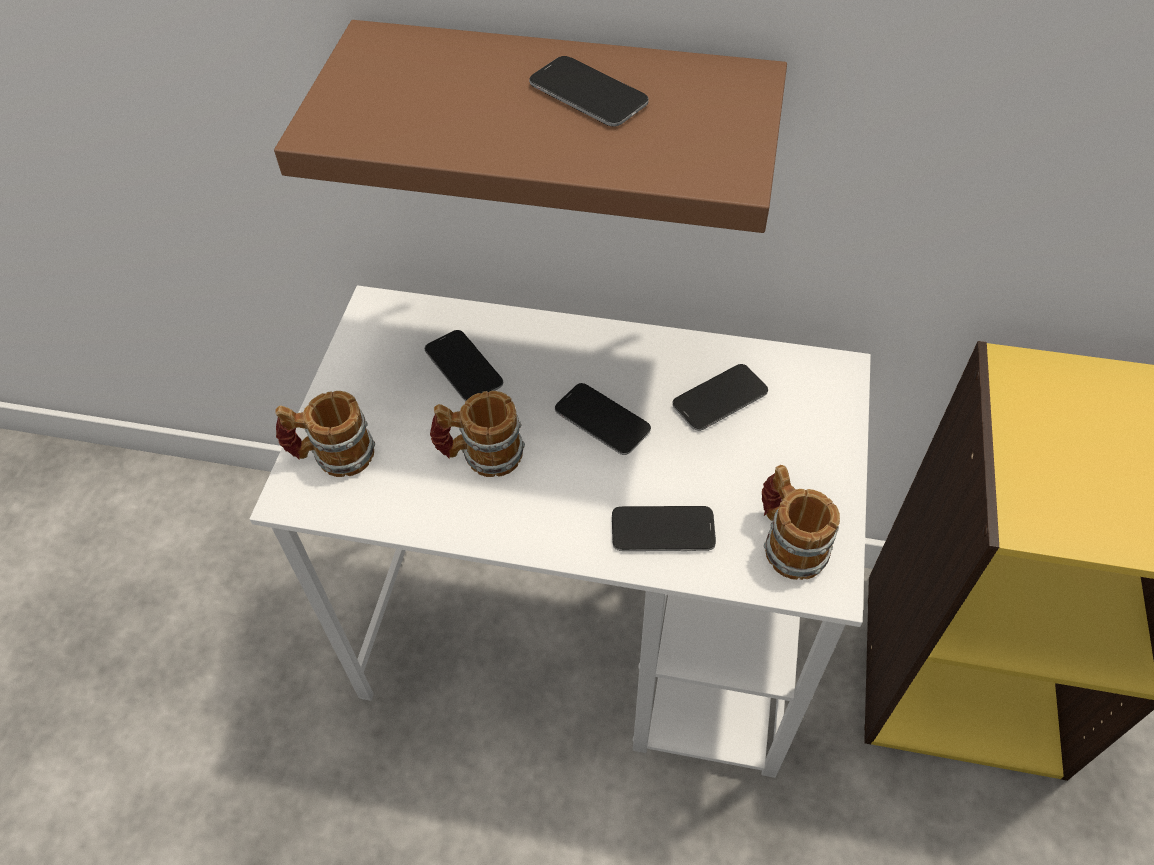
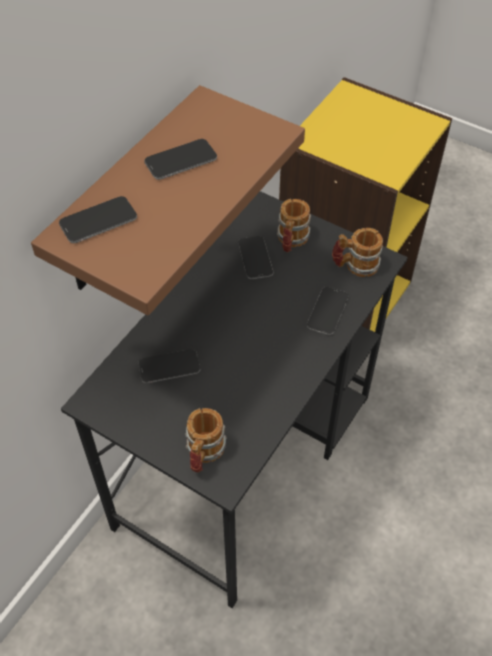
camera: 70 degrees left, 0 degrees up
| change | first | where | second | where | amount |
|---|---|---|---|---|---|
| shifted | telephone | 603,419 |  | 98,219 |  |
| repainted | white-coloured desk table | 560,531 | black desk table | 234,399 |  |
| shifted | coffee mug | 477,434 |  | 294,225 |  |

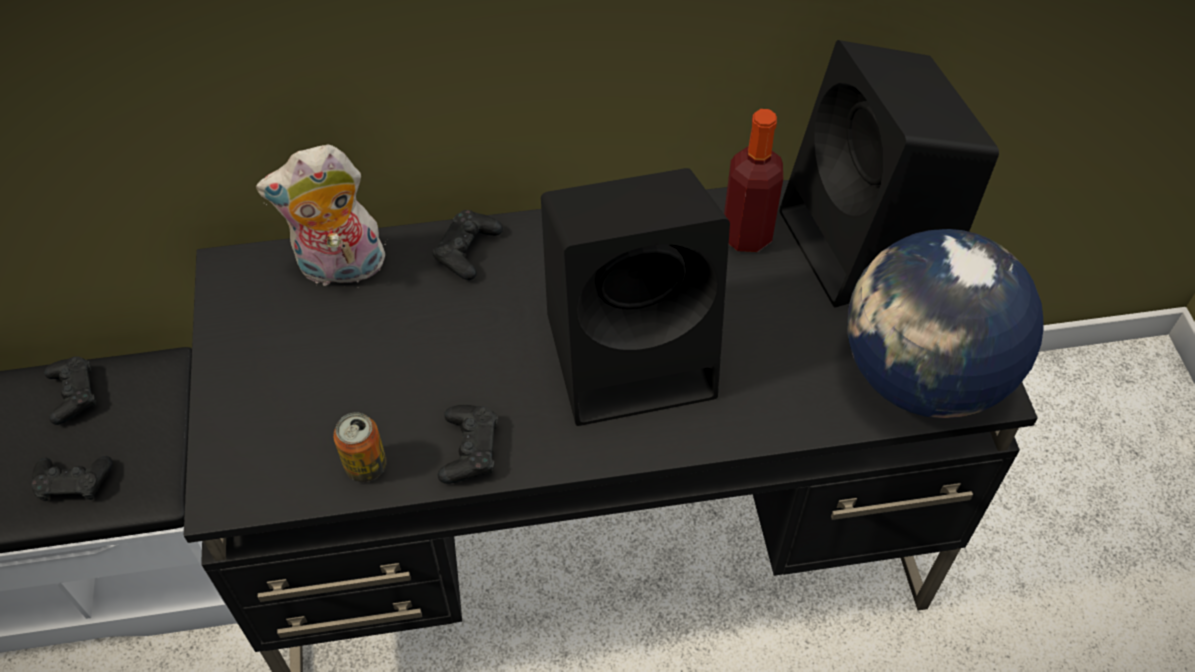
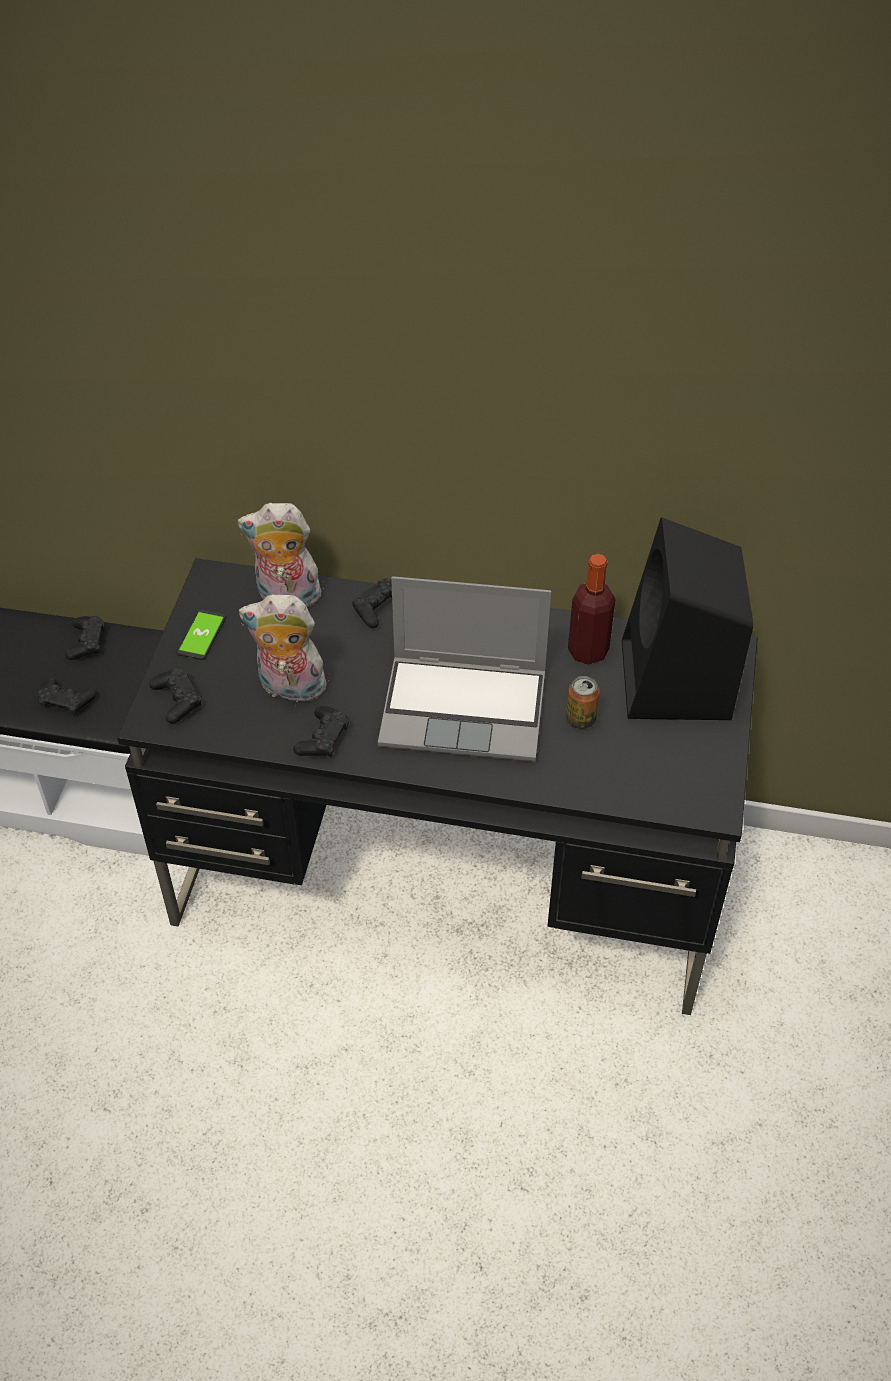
camera: 20 degrees right, 5 degrees down
| change | first | where | second | where | amount |
|---|---|---|---|---|---|
| new |  |  | black gamepad | 175,696 |  |
| new |  |  | telephone | 201,635 |  |
| new |  |  | plush toy | 286,648 |  |
| swapped | black speaker | 635,297 | laptop | 464,669 |  |
| shifted | sealed can | 360,447 |  | 583,702 |  |
| gone | globe | 945,323 |  |  |  |

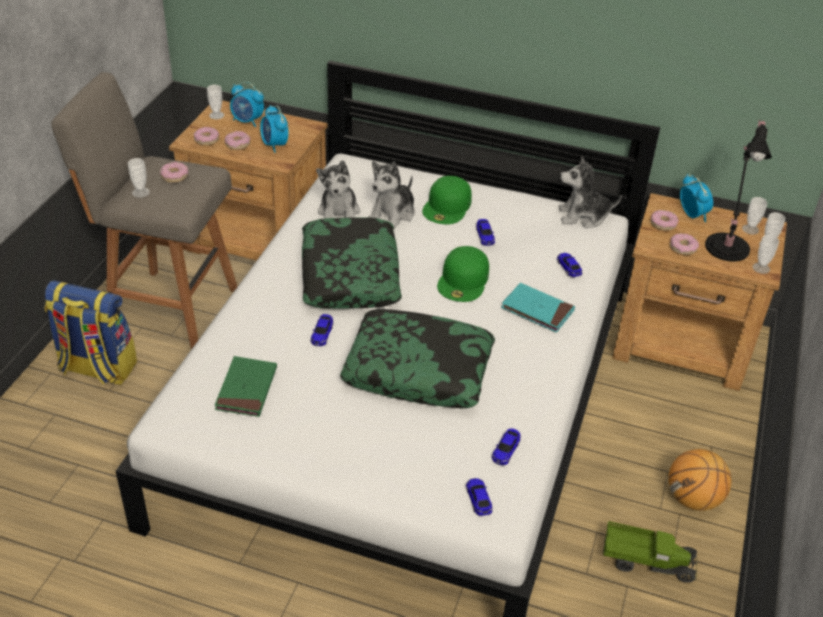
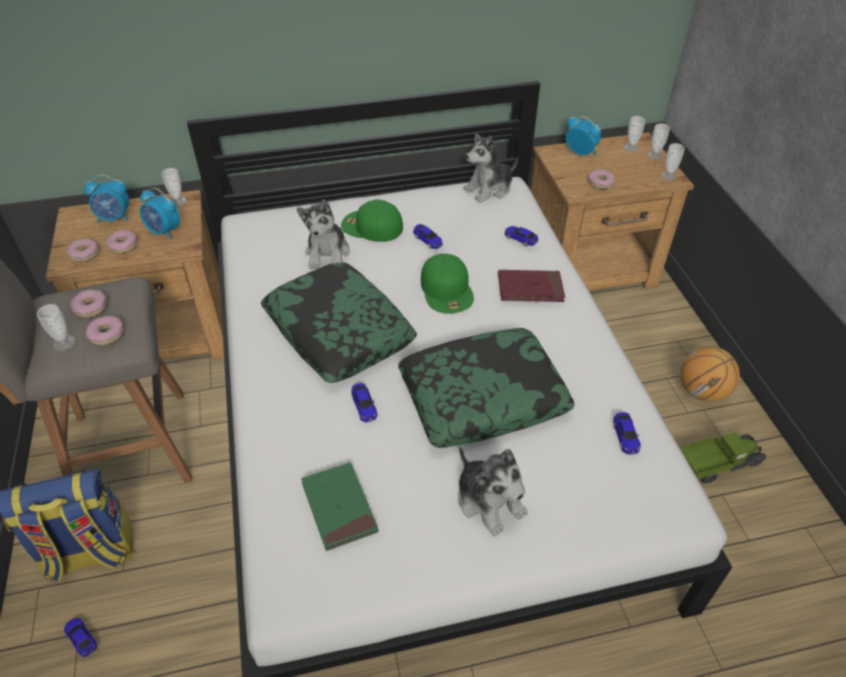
camera: 30 degrees left, 5 degrees up
| change | first | where | second | where | amount |
|---|---|---|---|---|---|
| shifted | miniature car | 479,497 |  | 80,637 |  |
| shifted | ring doughnut | 665,220 |  | 105,330 |  |
| shifted | small cup | 215,102 |  | 173,187 |  |
| rotated | greenish cap | 447,200 |  | 372,220 | 120 degrees clockwise |
| shifted | plush toy | 338,189 |  | 493,491 |  |
| repainted | blue-green book | 538,308 | reddish book | 531,286 |  |
| gone | black table lamp | 738,191 |  |  |  |

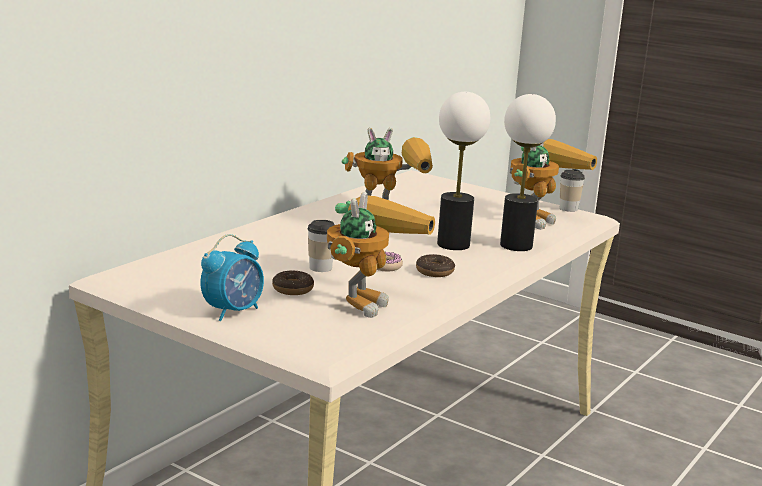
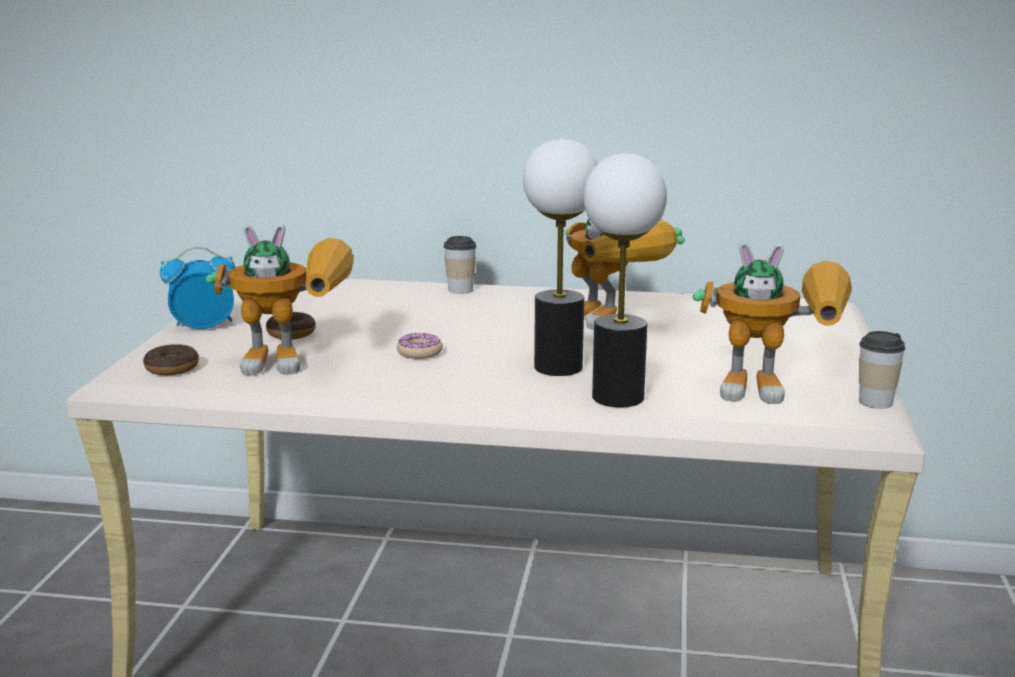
camera: 65 degrees right, 0 degrees up
| change | first | where | second | where | amount |
|---|---|---|---|---|---|
| shifted | ring doughnut | 435,265 |  | 171,359 |  |
| rotated | table clock | 232,277 |  | 198,287 | 150 degrees clockwise |
| shifted | small cup | 321,246 |  | 460,265 |  |

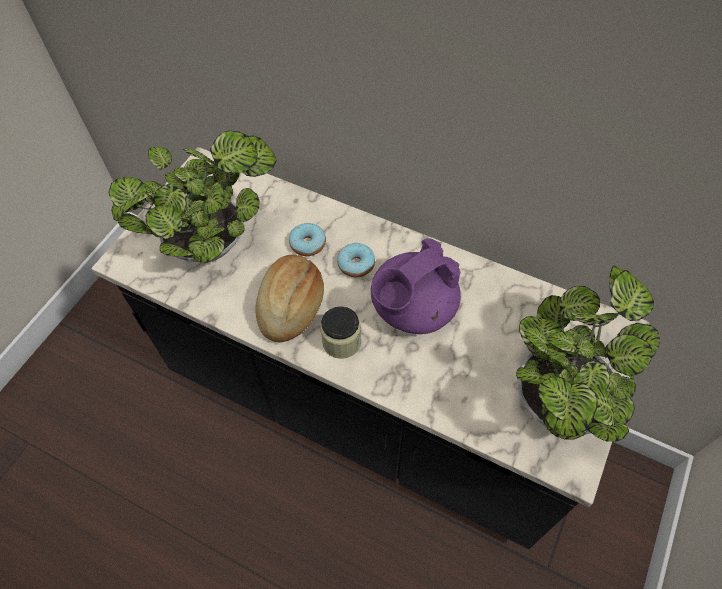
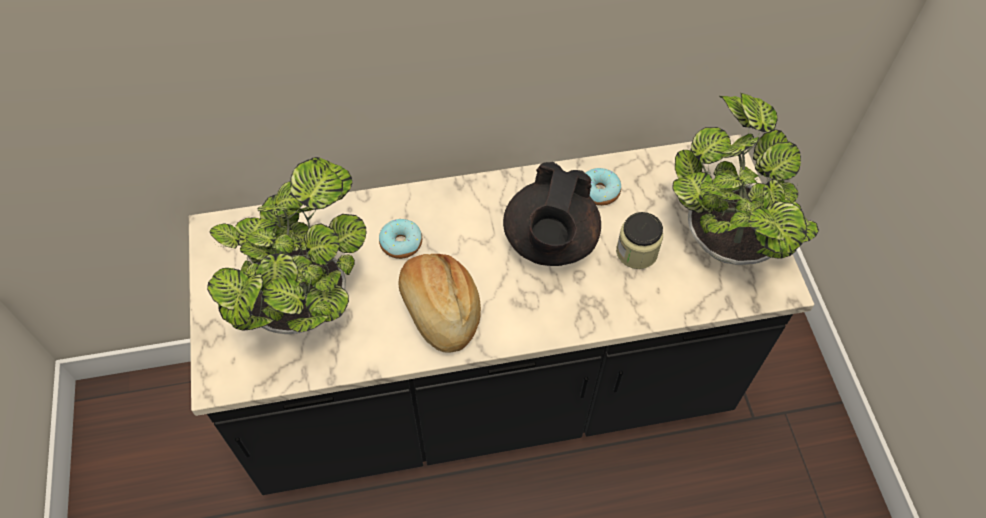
camera: 40 degrees left, 0 degrees up
| change | first | where | second | where | amount |
|---|---|---|---|---|---|
| repainted | purple-coloured pot for tea | 416,286 | black pot for tea | 552,214 |  |
| shifted | ring doughnut | 356,260 |  | 603,187 |  |
| shifted | preserve jar | 340,332 |  | 639,240 |  |

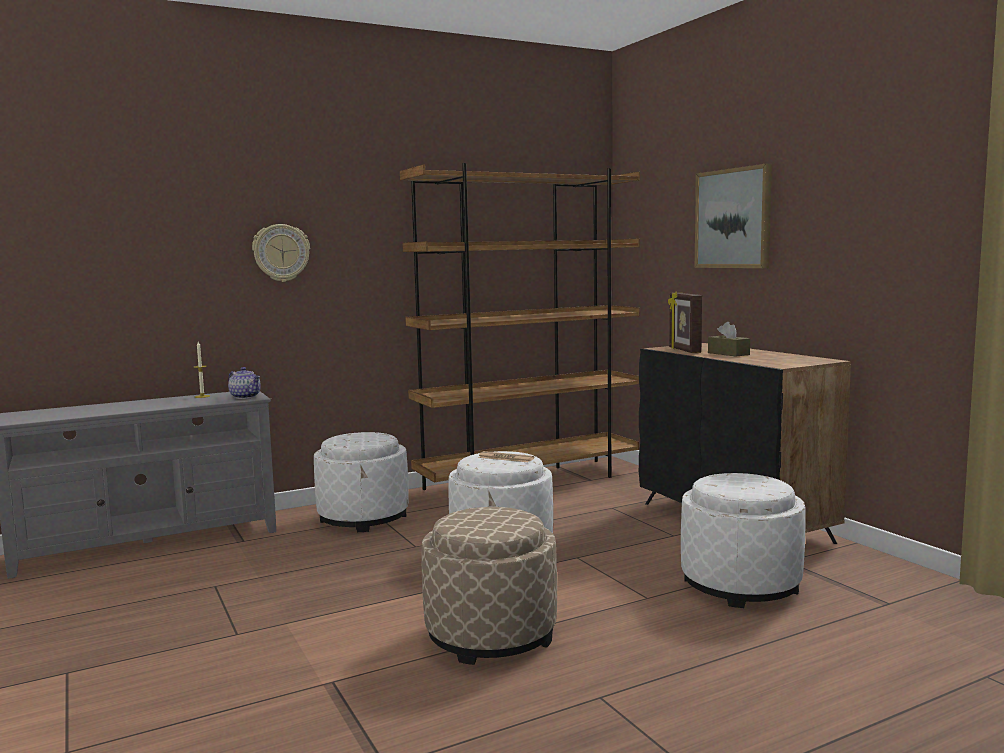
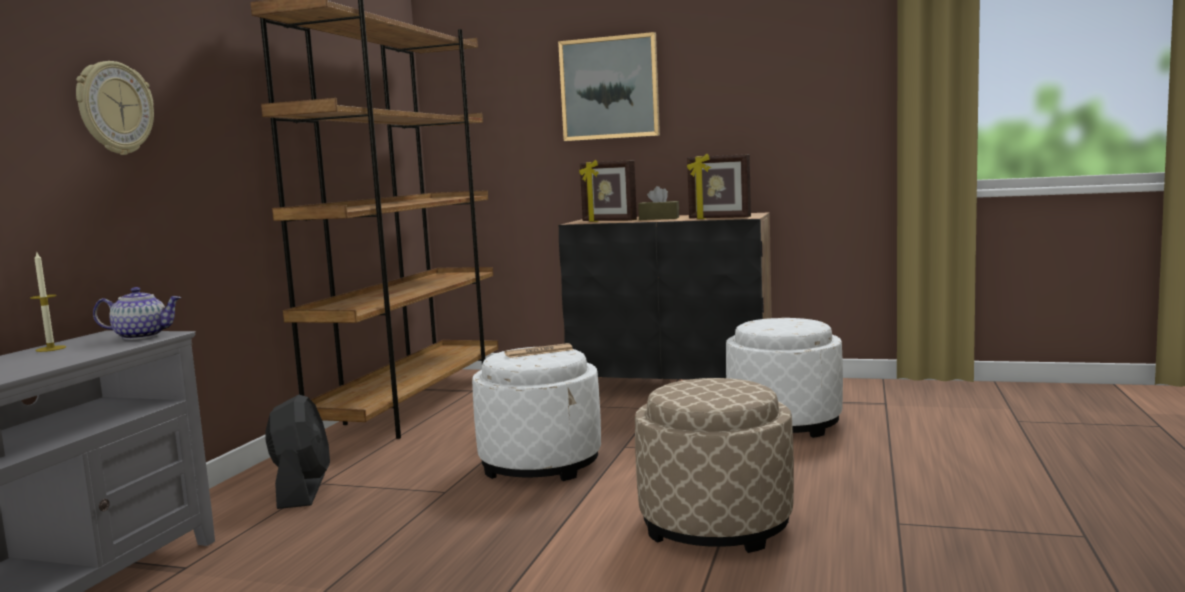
camera: 45 degrees left, 0 degrees up
| change | first | where | second | where | amount |
|---|---|---|---|---|---|
| swapped | white-coloured pouffe | 361,482 | black electric fan | 297,451 |  |
| new |  |  | photo frame | 719,186 |  |

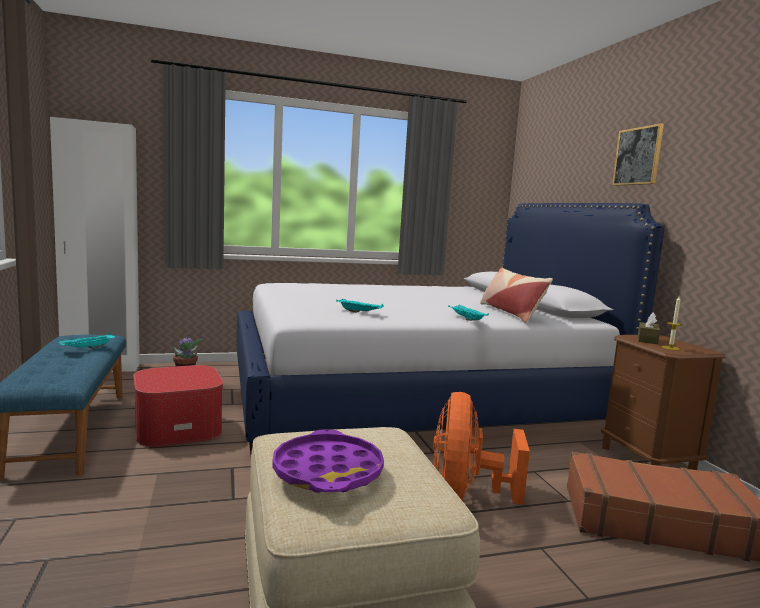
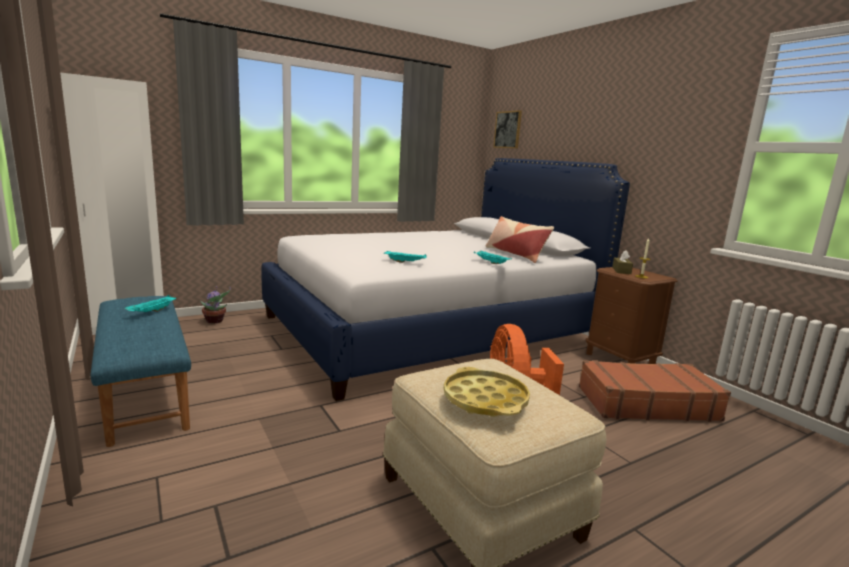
camera: 15 degrees left, 5 degrees up
| change | first | where | second | where | amount |
|---|---|---|---|---|---|
| repainted | purple-coloured carrying tray | 328,461 | yellow-coloured carrying tray | 487,392 |  |
| shifted | wall picture | 638,154 |  | 507,129 |  |
| gone | pouffe | 178,406 |  |  |  |

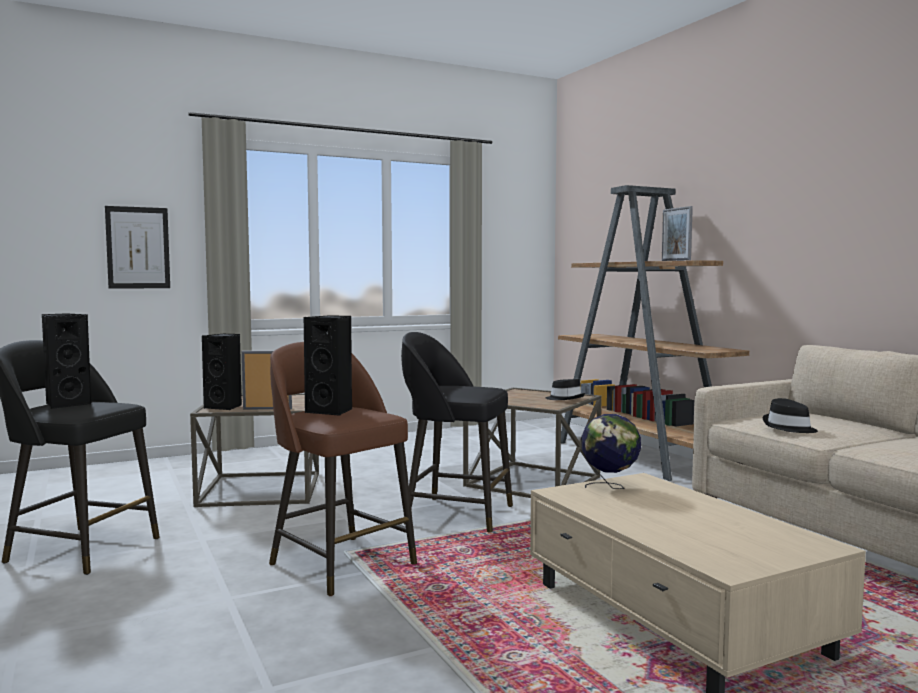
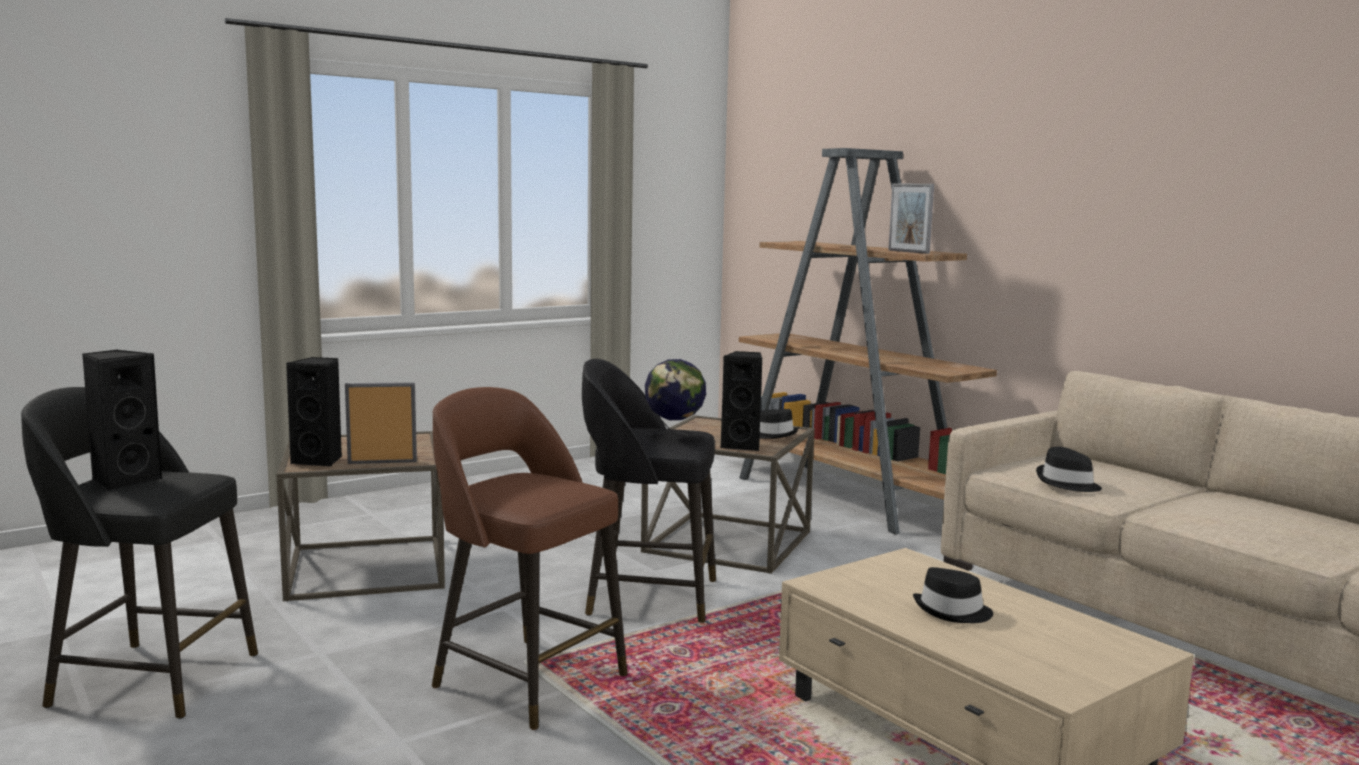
camera: 10 degrees left, 5 degrees up
| change | first | where | second | where | amount |
|---|---|---|---|---|---|
| shifted | globe | 611,451 |  | 675,398 |  |
| shifted | black speaker | 328,365 |  | 742,401 |  |
| new |  |  | black hat | 953,595 |  |
| gone | wall picture | 137,247 |  |  |  |

